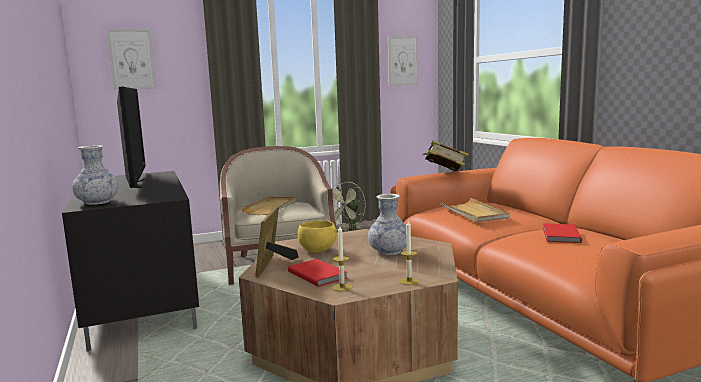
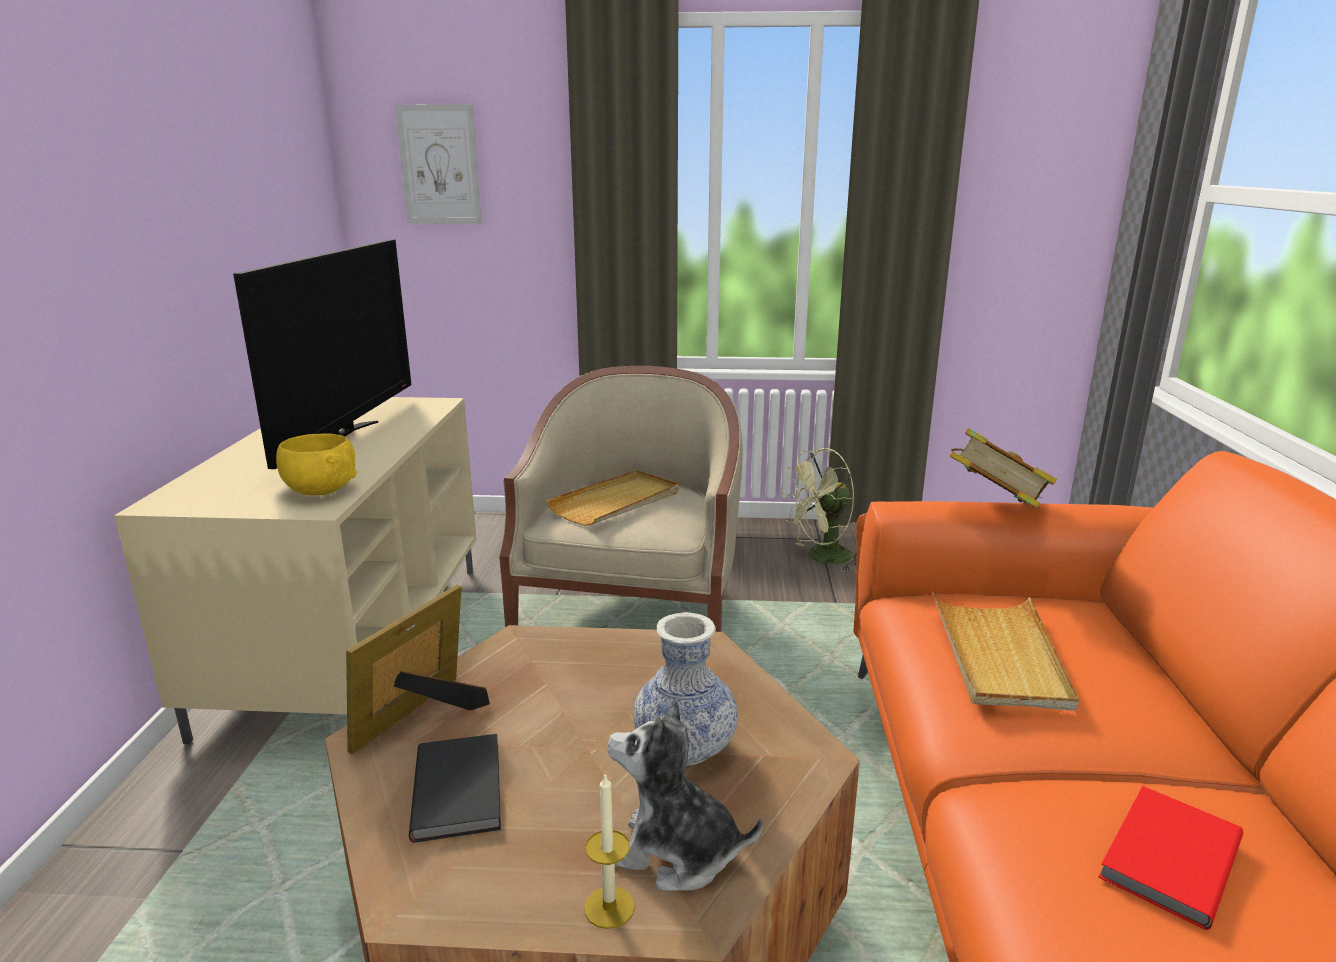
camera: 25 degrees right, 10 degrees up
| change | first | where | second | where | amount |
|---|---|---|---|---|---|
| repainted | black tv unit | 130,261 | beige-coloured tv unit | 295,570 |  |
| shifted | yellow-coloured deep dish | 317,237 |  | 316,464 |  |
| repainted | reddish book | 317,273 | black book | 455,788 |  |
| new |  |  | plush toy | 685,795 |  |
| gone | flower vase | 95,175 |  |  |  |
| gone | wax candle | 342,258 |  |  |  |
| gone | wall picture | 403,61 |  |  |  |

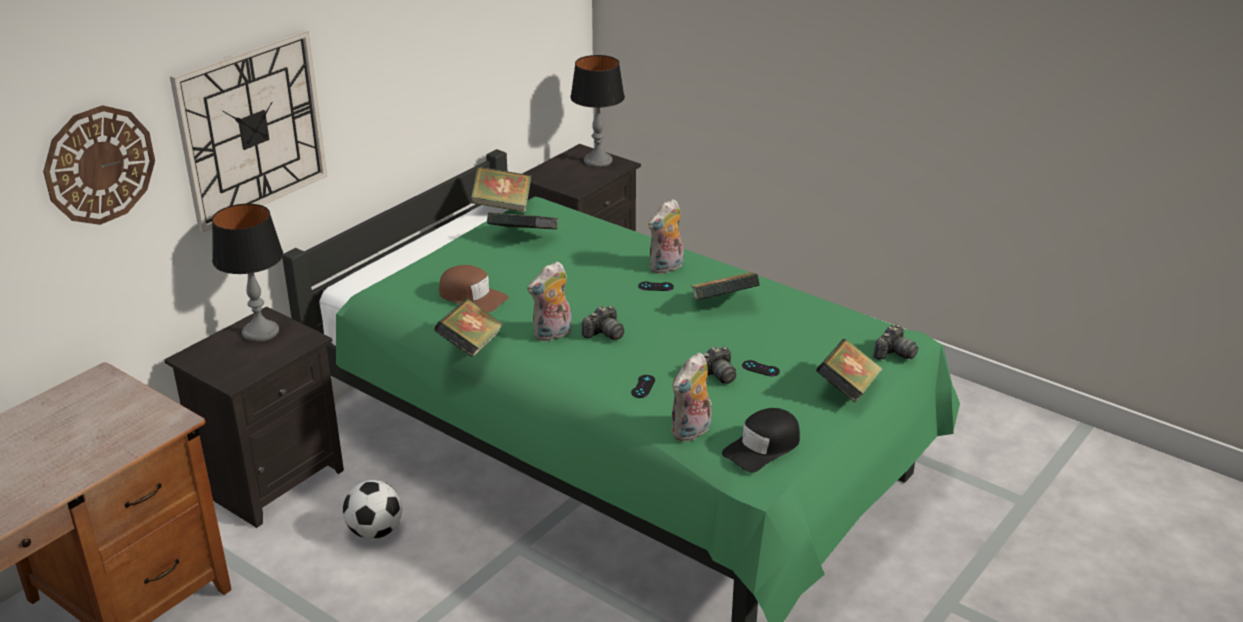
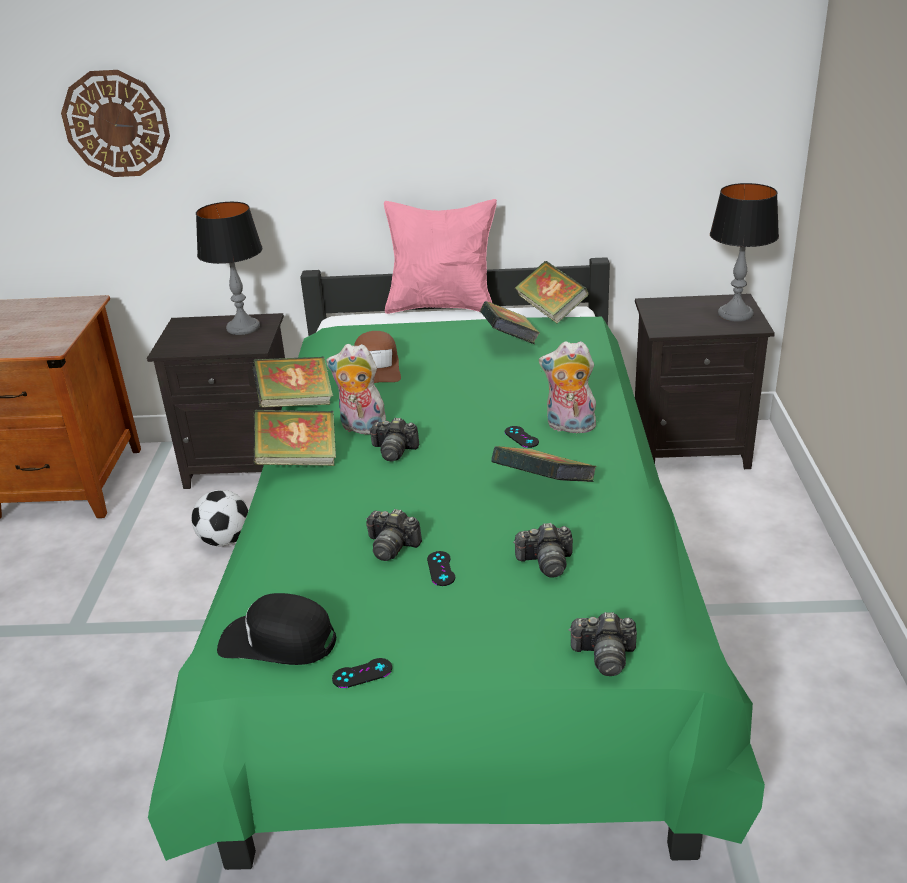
camera: 55 degrees right, 0 degrees up
| change | first | where | second | where | amount |
|---|---|---|---|---|---|
| shifted | book | 849,370 |  | 294,438 |  |
| shifted | black gamepad | 643,386 |  | 362,673 |  |
| new |  |  | pink throw pillow | 440,256 |  |
| new |  |  | photo camera | 543,550 |  |
| gone | clock on the wall | 248,131 |  |  |  |
| gone | plush toy | 691,397 |  |  |  |

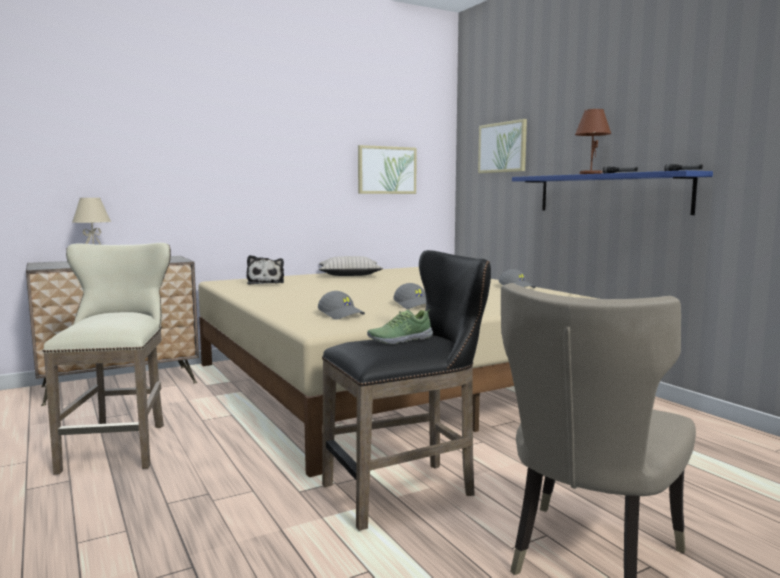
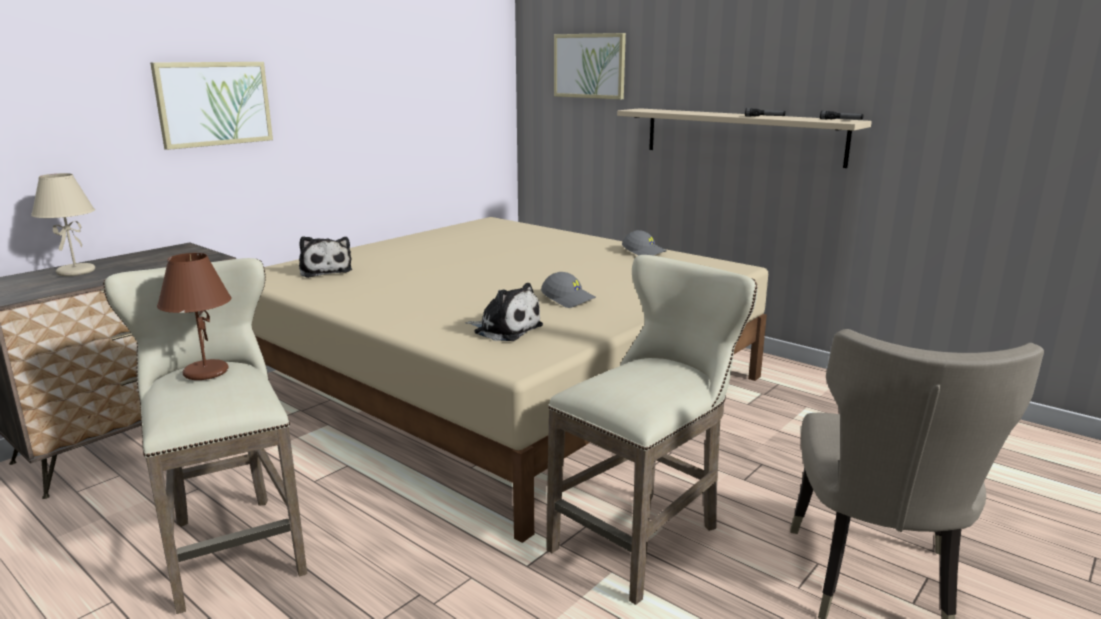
camera: 20 degrees left, 10 degrees up
| change | first | where | second | where | amount |
|---|---|---|---|---|---|
| shifted | wall picture | 387,169 |  | 211,106 |  |
| shifted | brown-coloured table lamp | 593,141 |  | 194,316 |  |
| swapped | gray cap | 341,305 | plush toy | 504,312 |  |
| repainted | black stool seat | 406,390 | beige-coloured stool seat | 652,430 |  |
| repainted | blue-coloured shelf | 612,192 | beige-coloured shelf | 744,138 |  |
| gone | beige-coloured throw pillow | 351,266 |  |  |  |
| gone | shoe | 400,326 |  |  |  |

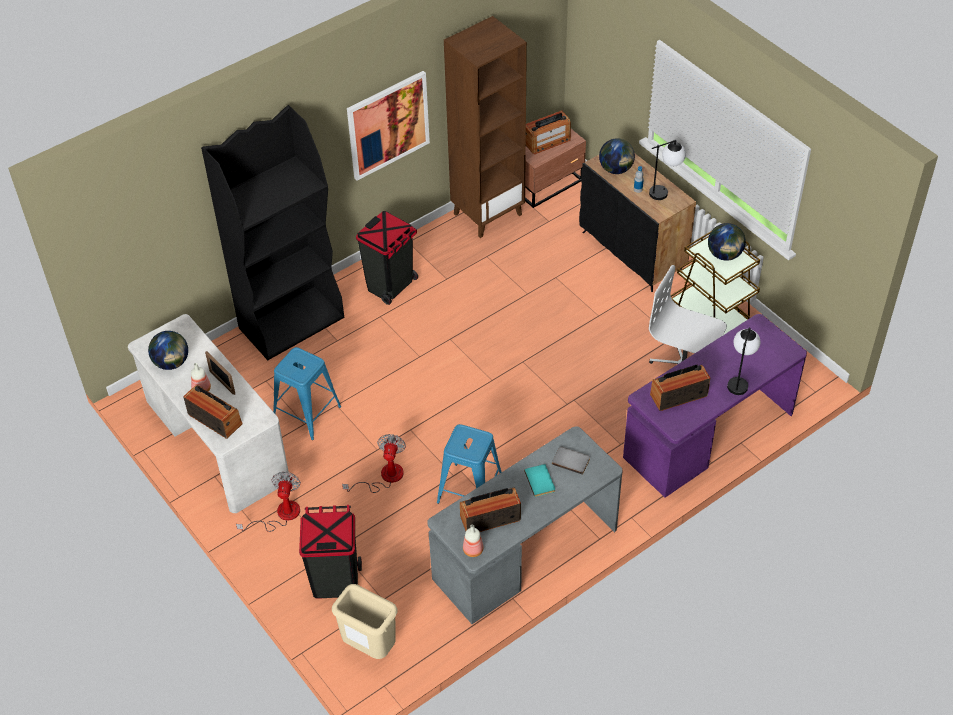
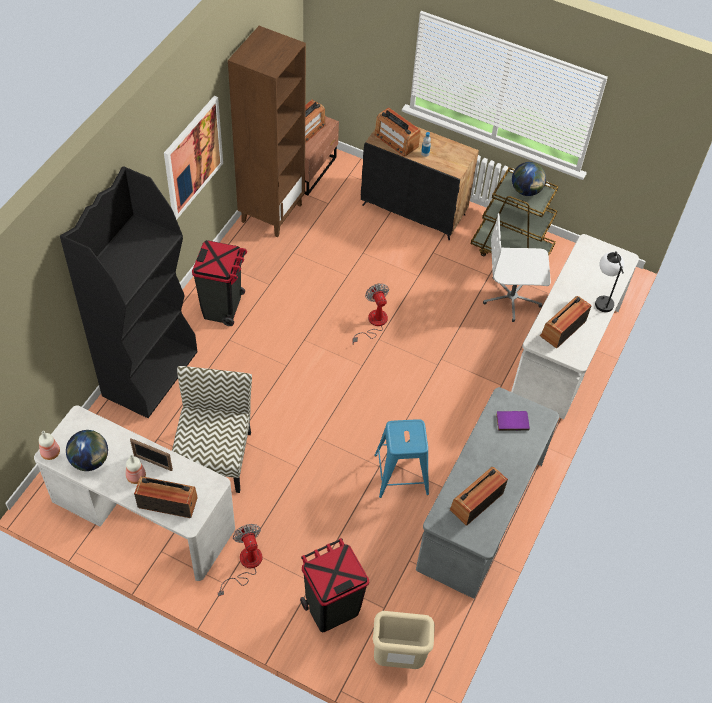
camera: 30 degrees left, 5 degrees up
| change | first | where | second | where | amount |
|---|---|---|---|---|---|
| shifted | drink bottle | 473,541 |  | 49,445 |  |
| swapped | blue-coloured stool seat | 307,393 | upright chair | 212,429 |  |
| shifted | electric fan | 374,463 |  | 370,313 |  |
| swapped | globe | 617,156 | radio receiver | 397,132 |  |
| repainted | gray book | 571,461 | purple-coloured book | 513,421 |  |
| repainted | purple-coloured desk table | 715,405 | white-coloured desk table | 575,326 |  |
| gone | blue-green book | 539,480 |  |  |  |
| gone | table lamp | 667,170 |  |  |  |

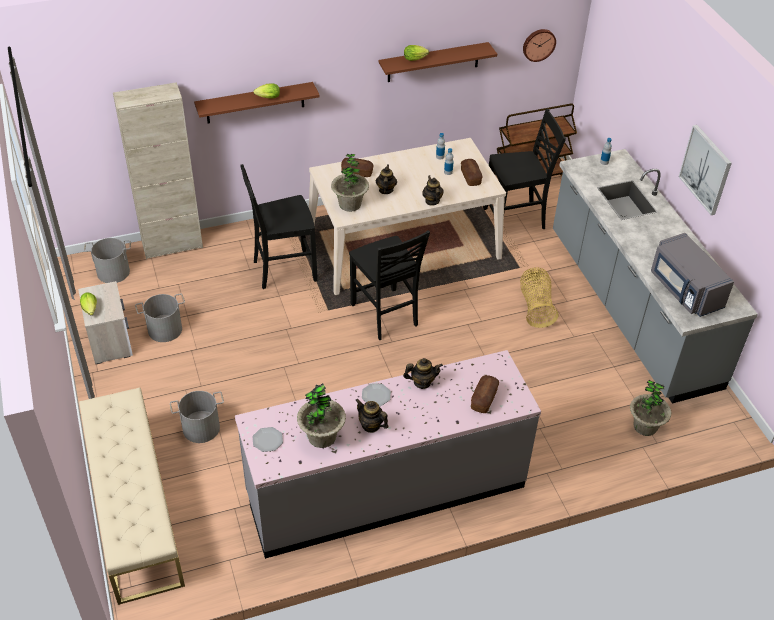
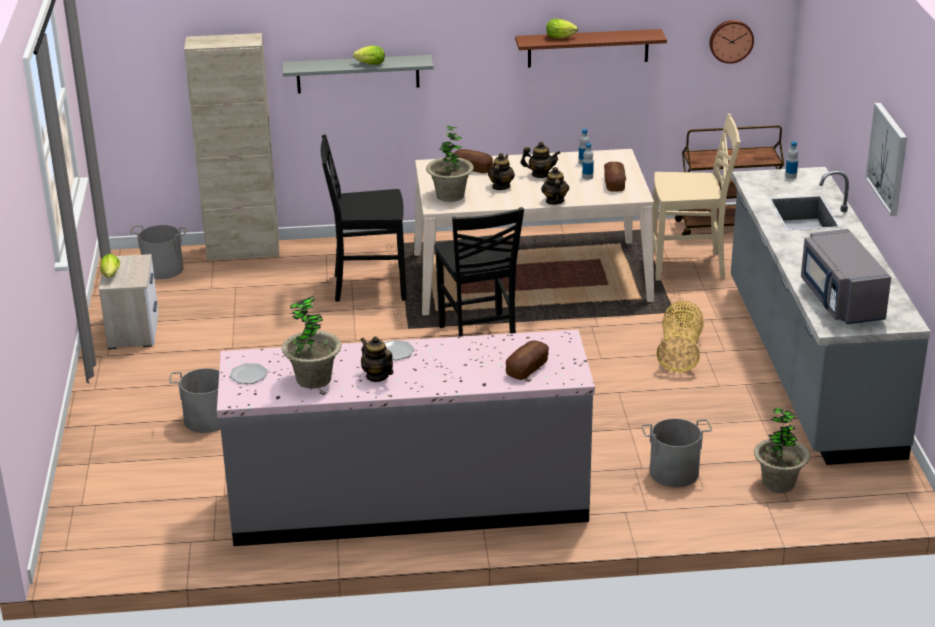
camera: 15 degrees right, 15 degrees down
| change | first | where | second | where | amount |
|---|---|---|---|---|---|
| repainted | brown-coloured shelf | 257,103 | gray shelf | 358,74 |  |
| shifted | pot for tea | 423,373 |  | 540,160 |  |
| shifted | gray bucket | 160,317 |  | 676,453 |  |
| repainted | black upright chair | 524,169 | beige-coloured upright chair | 696,197 |  |
| gone | beige-coloured bench | 132,496 |  |  |  |

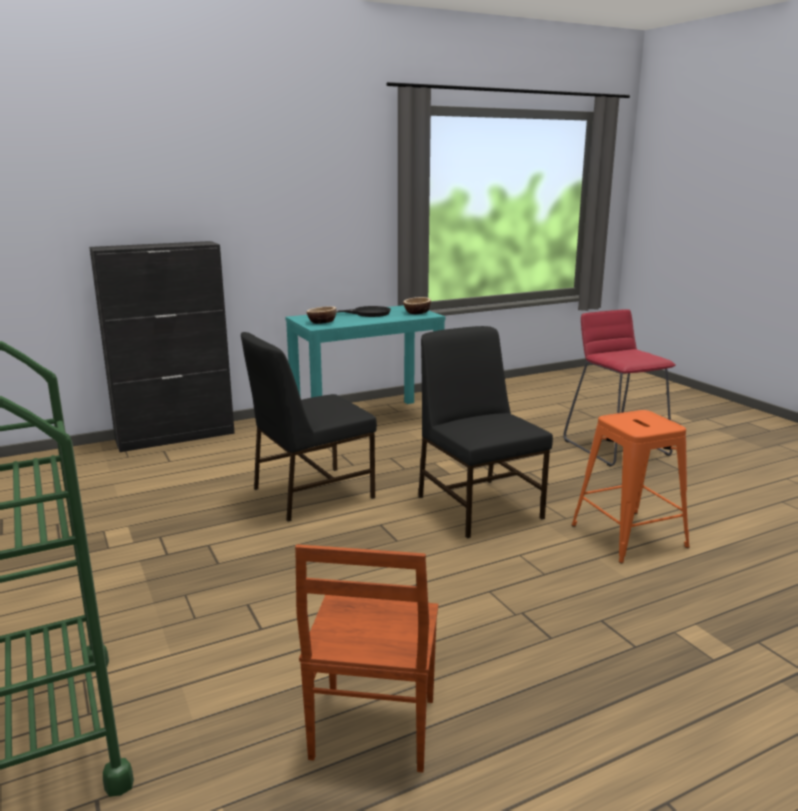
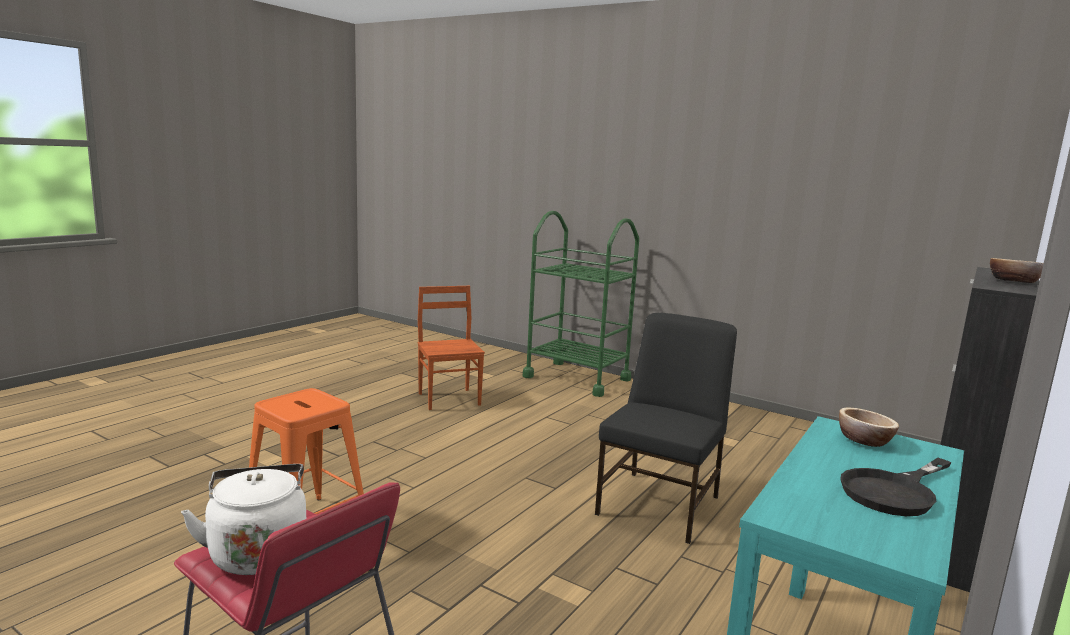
camera: 150 degrees right, 5 degrees down
| change | first | where | second | where | amount |
|---|---|---|---|---|---|
| new |  |  | white-coloured tea kettle | 243,519 |  |
| shifted | deep dish | 417,305 |  | 1017,270 |  |
| gone | black upright chair | 485,432 |  |  |  |

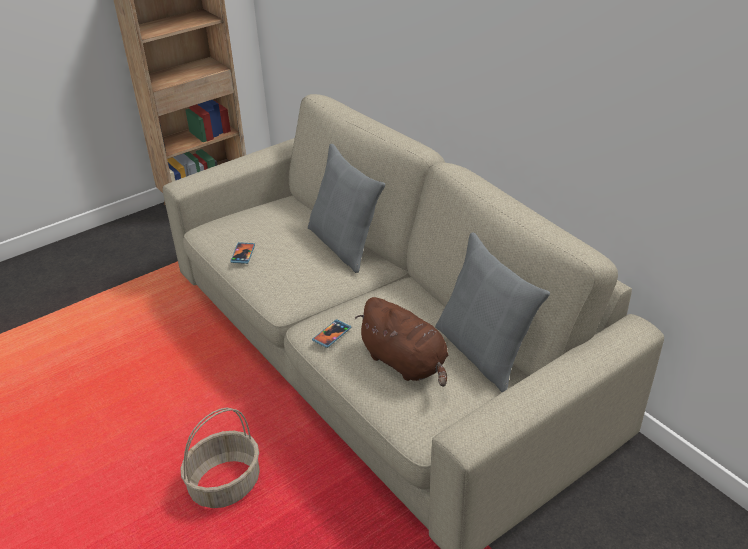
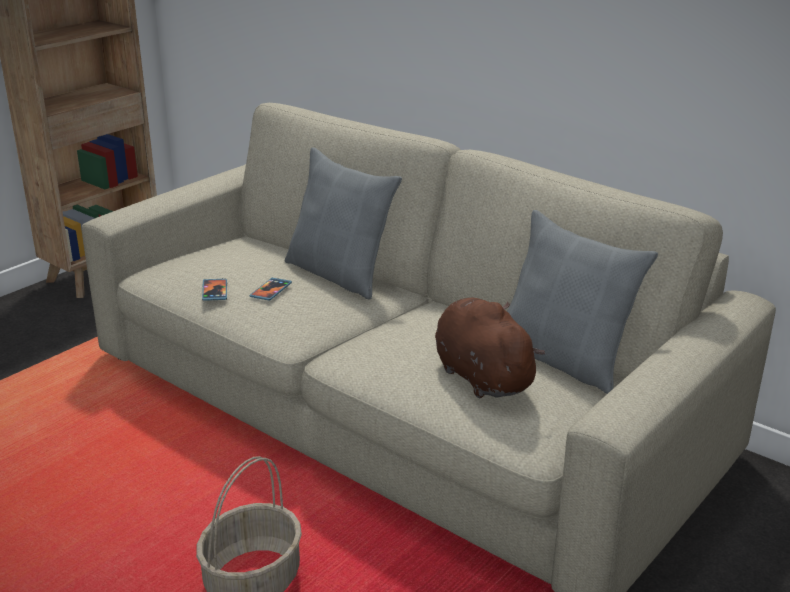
camera: 15 degrees left, 10 degrees down
| change | first | where | second | where | amount |
|---|---|---|---|---|---|
| shifted | telephone | 331,333 |  | 271,289 |  |
| rotated | brown-coloured plush toy | 401,342 |  | 490,348 | 150 degrees counterclockwise |

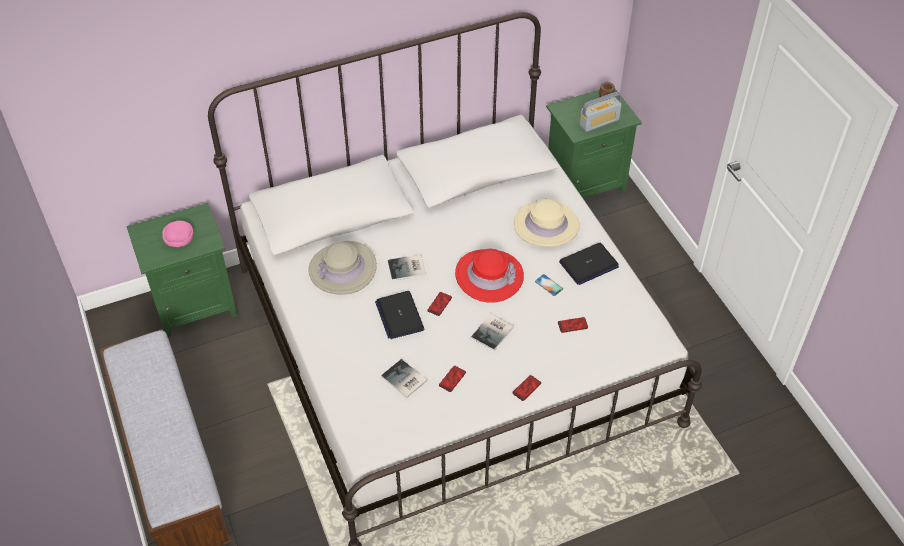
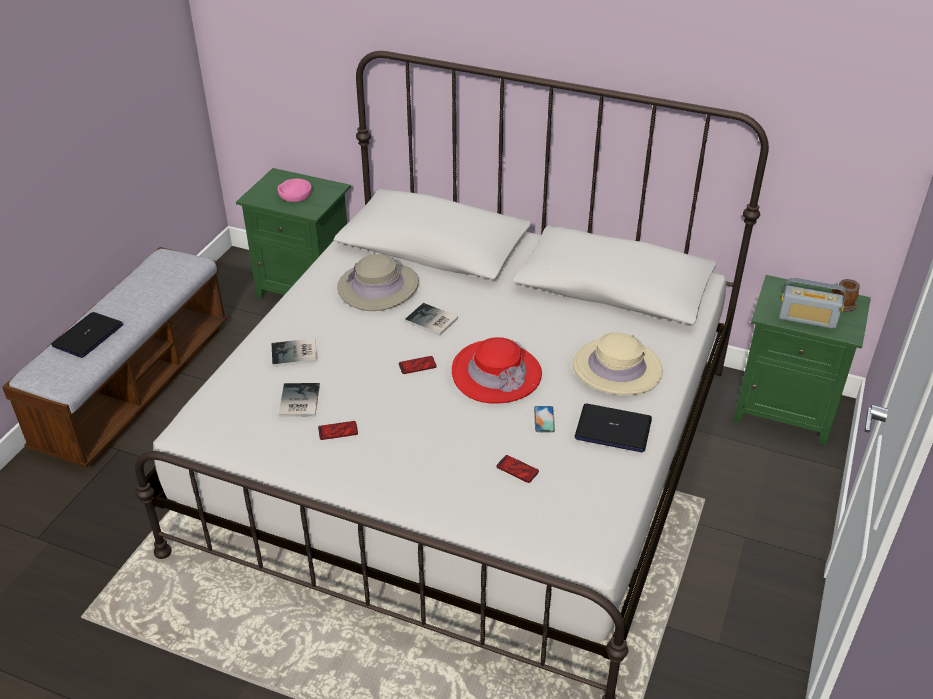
camera: 45 degrees right, 10 degrees down
| change | first | where | second | where | amount |
|---|---|---|---|---|---|
| shifted | laptop | 399,315 |  | 87,335 |  |
| shifted | book | 492,332 |  | 294,352 |  |
| gone | telephone | 526,388 |  |  |  |

